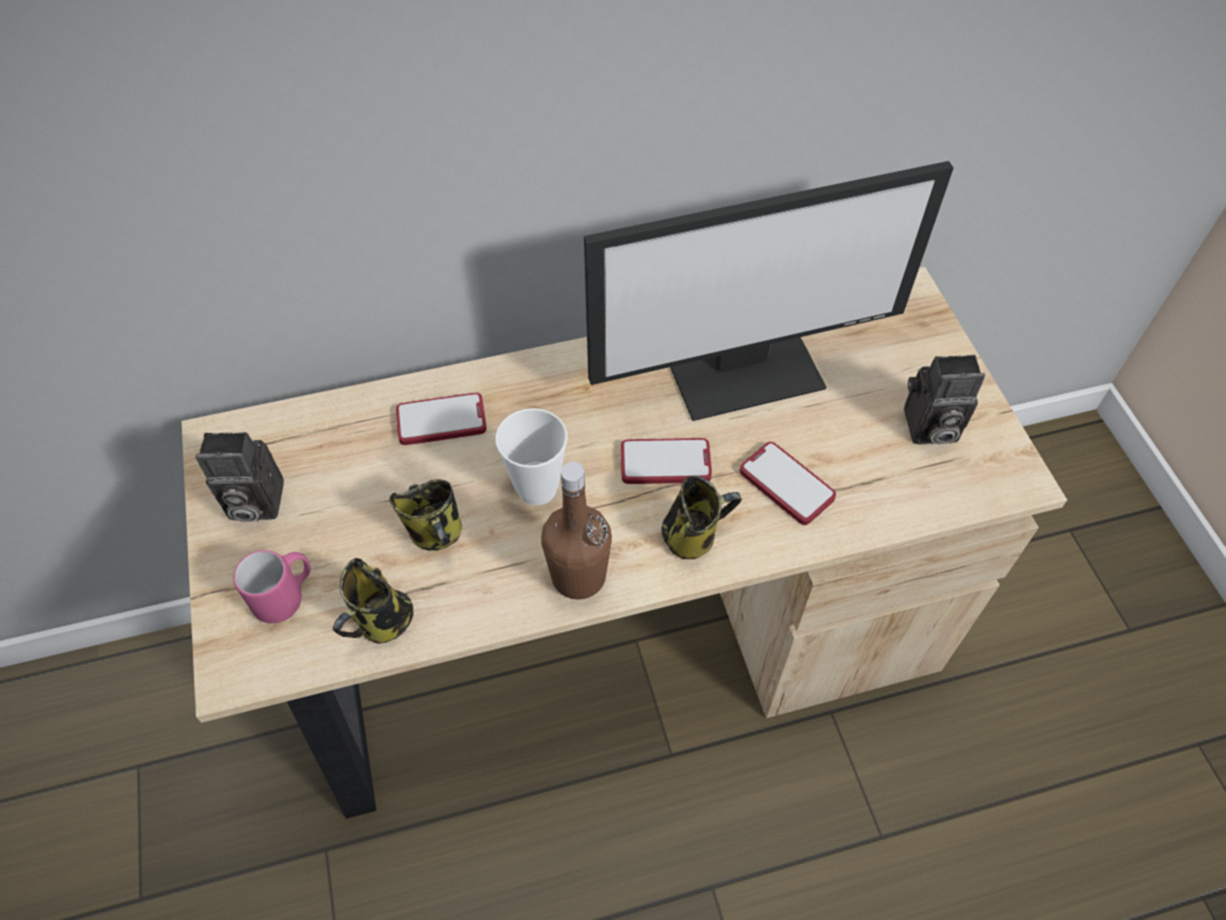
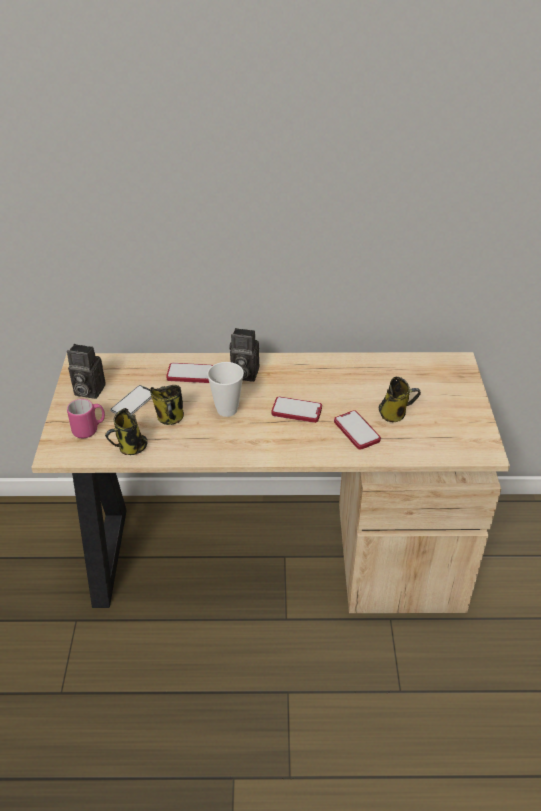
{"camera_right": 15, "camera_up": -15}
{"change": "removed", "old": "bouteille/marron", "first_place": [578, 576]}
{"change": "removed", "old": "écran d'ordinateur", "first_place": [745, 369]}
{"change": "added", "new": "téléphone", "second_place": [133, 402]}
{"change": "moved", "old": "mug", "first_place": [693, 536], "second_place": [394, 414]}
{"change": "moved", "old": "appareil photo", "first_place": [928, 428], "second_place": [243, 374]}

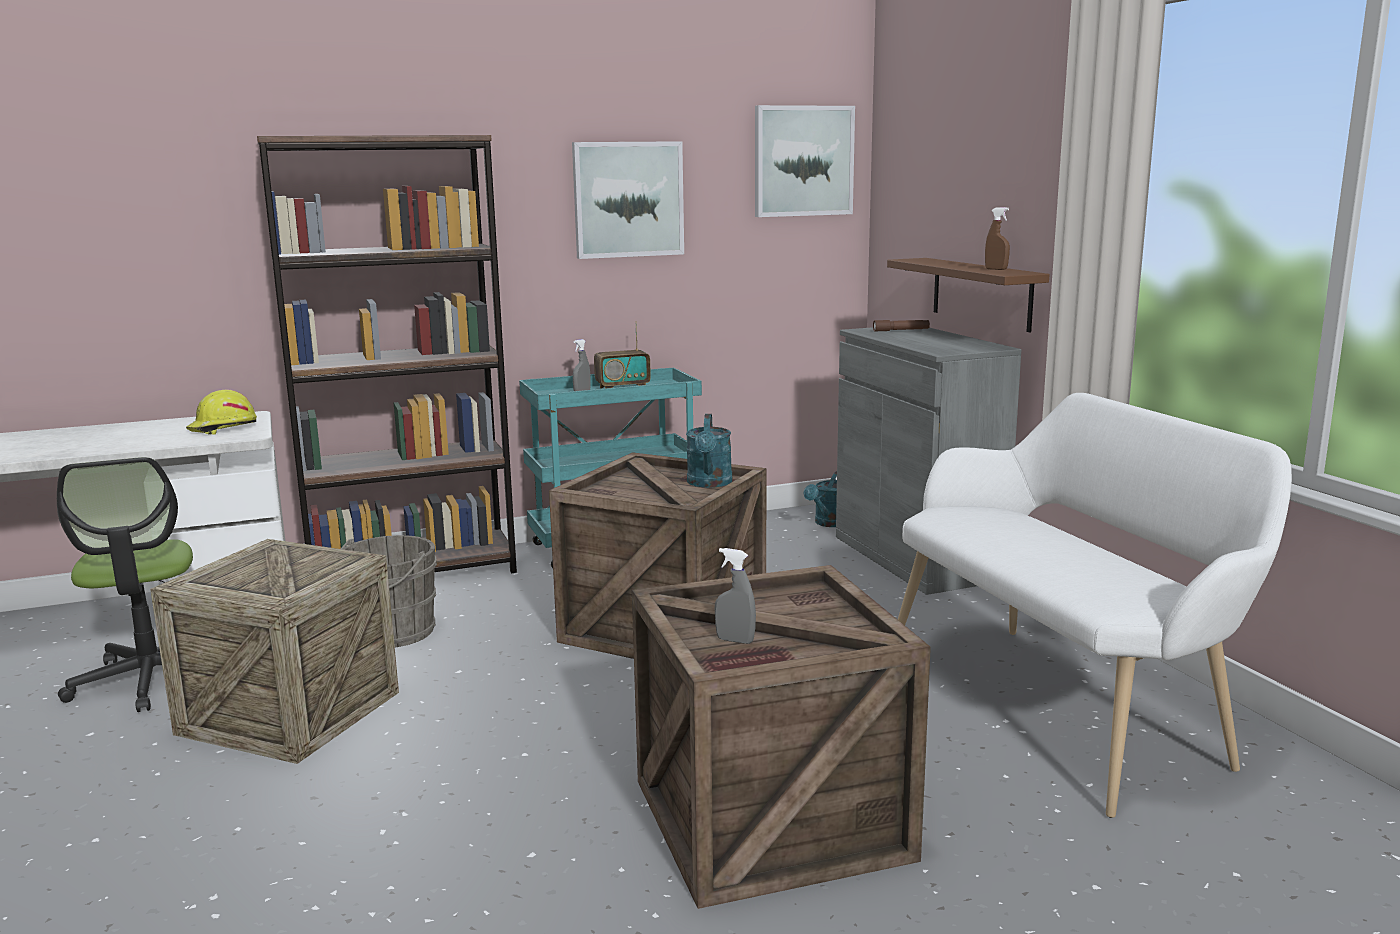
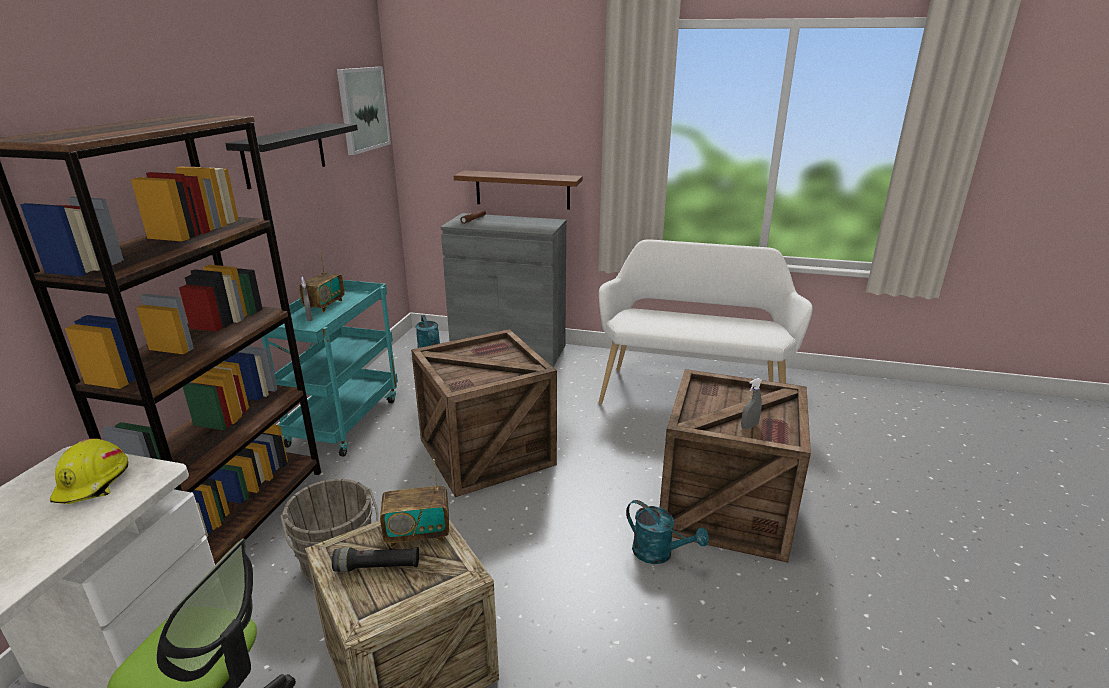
{"camera_right": -55, "camera_up": 10}
{"change": "removed", "old": "vaporisateur/marron", "first_place": [996, 269]}
{"change": "added", "new": "lampe de poche/noir", "second_place": [377, 567]}
{"change": "added", "new": "radio", "second_place": [418, 534]}
{"change": "moved", "old": "arrosoir/turquoise", "first_place": [709, 483], "second_place": [659, 553]}
{"change": "replaced", "old": "tableau", "new": "étagère/noir", "first_place": [628, 199], "second_place": [285, 154]}

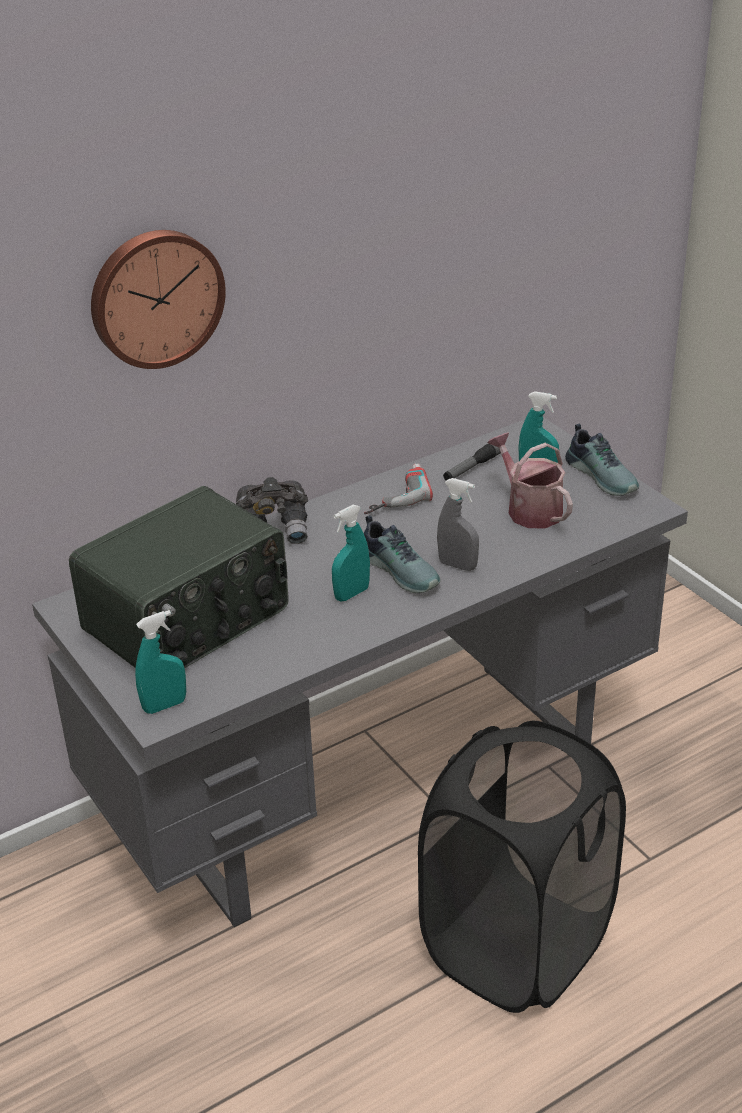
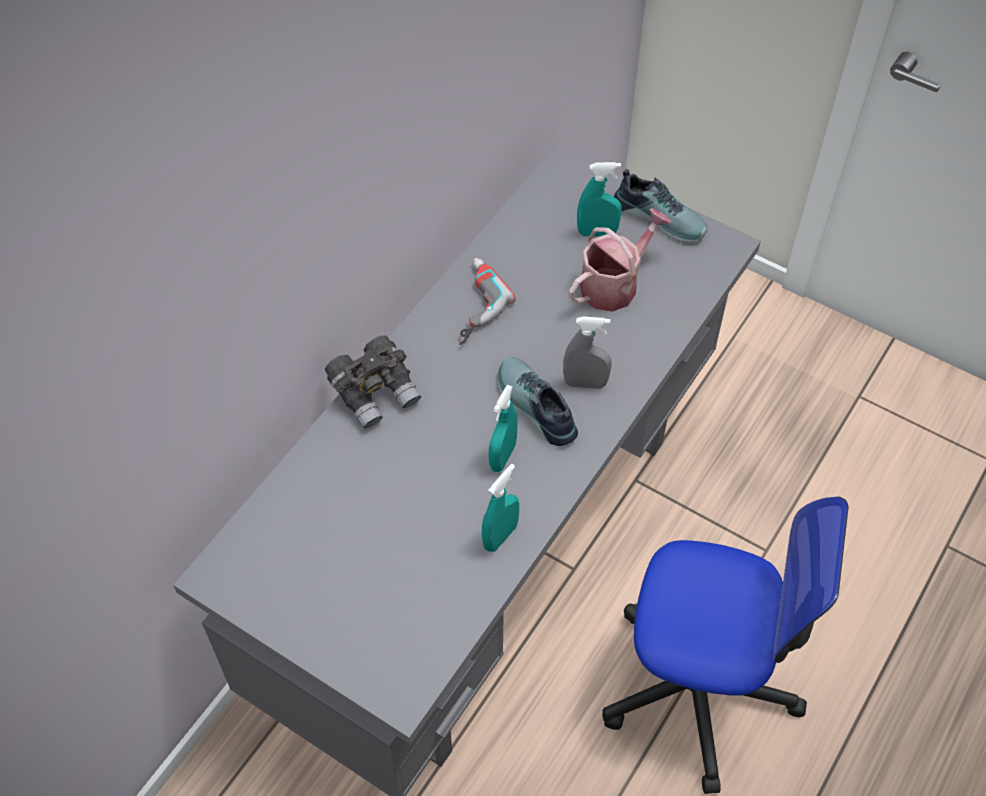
{"camera_right": -25, "camera_up": 20}
{"change": "removed", "old": "radio", "first_place": [188, 621]}
{"change": "removed", "old": "horloge murale", "first_place": [155, 297]}
{"change": "removed", "old": "lampe de poche", "first_place": [471, 468]}
{"change": "moved", "old": "vaporisateur/turquoise", "first_place": [164, 705], "second_place": [500, 536]}
{"change": "replaced", "old": "panier à linge/noir", "new": "chaise de bureau", "first_place": [517, 947], "second_place": [699, 687]}
{"change": "turned", "old": "chaussure", "first_place": [401, 570], "second_place": [534, 407], "degrees": -150}
{"change": "turned", "old": "arrosoir", "first_place": [529, 509], "second_place": [614, 284], "degrees": 105}

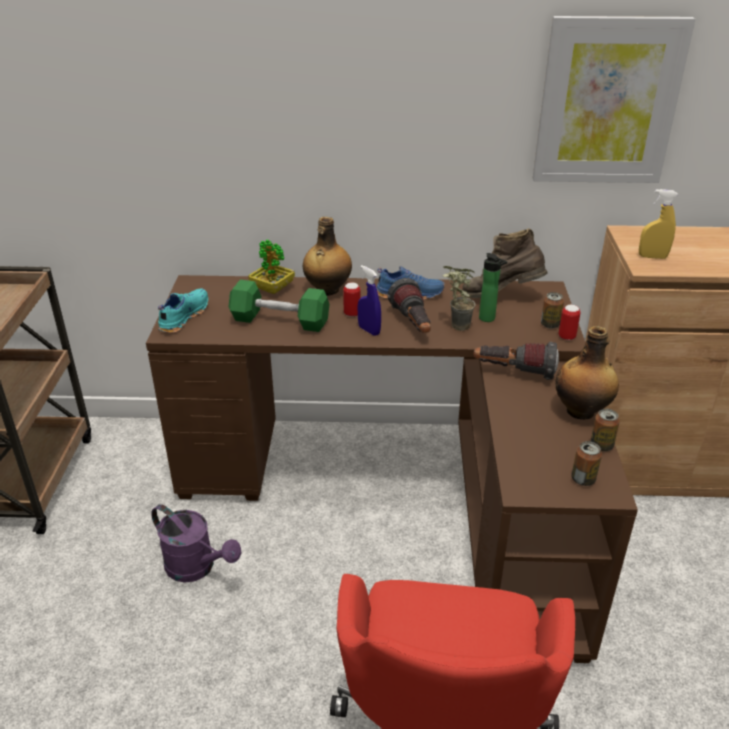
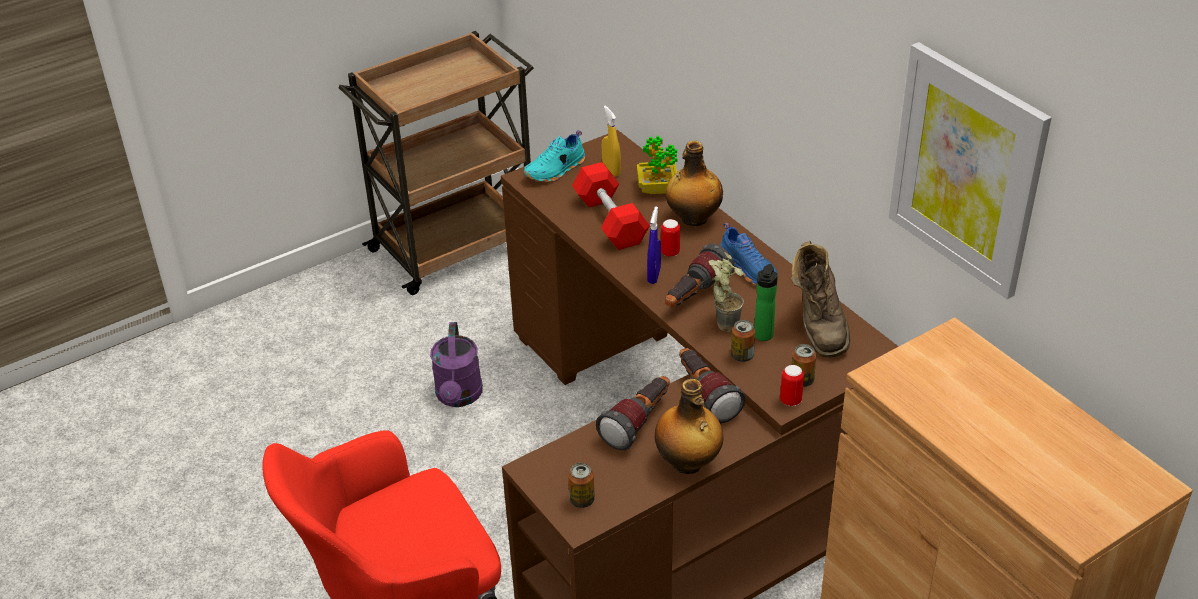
{"camera_right": 55, "camera_up": 5}
{"change": "added", "new": "lampe de poche", "second_place": [639, 423]}
{"change": "moved", "old": "boîte métallique", "first_place": [601, 445], "second_place": [742, 356]}
{"change": "moved", "old": "vaporisateur/jaune", "first_place": [652, 257], "second_place": [611, 170]}
{"change": "recoloured", "old": "haltère/vert", "new": "haltère/rouge", "first_place": [280, 321], "second_place": [610, 221]}
{"change": "turned", "old": "chaussure/turquoise", "first_place": [183, 317], "second_place": [556, 170], "degrees": 150}
{"change": "turned", "old": "botte/marron", "first_place": [501, 296], "second_place": [819, 327], "degrees": -150}

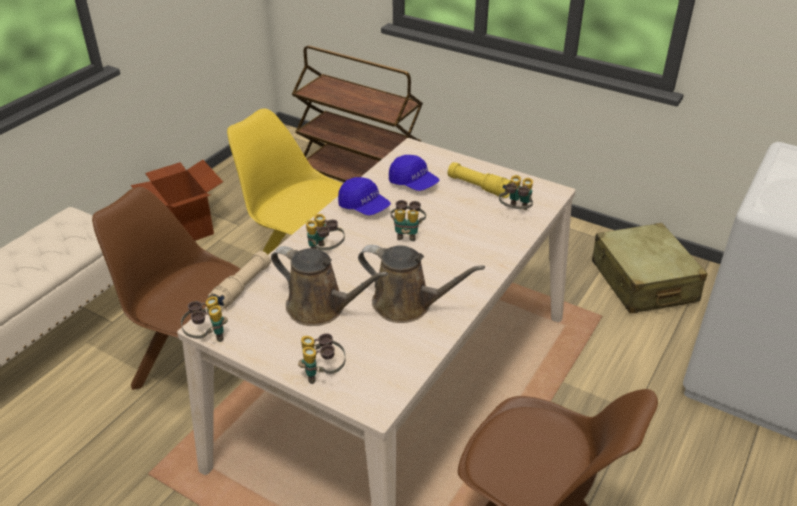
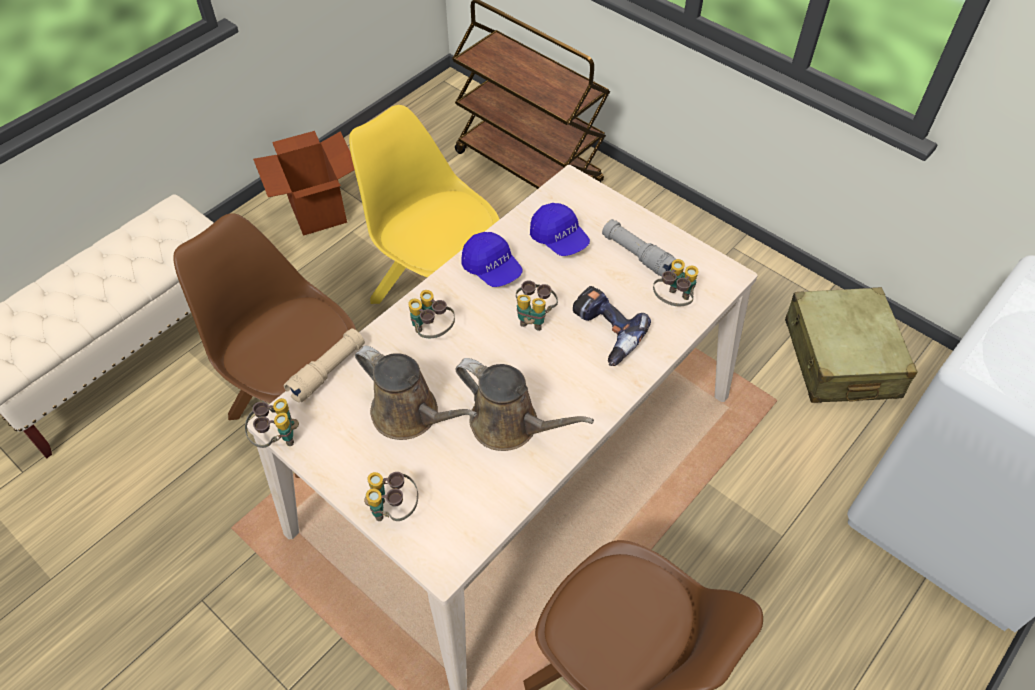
{"camera_right": 10, "camera_up": 15}
{"change": "added", "new": "perceuse", "second_place": [604, 333]}
{"change": "recoloured", "old": "lampe de poche/jaune", "new": "lampe de poche/gris", "first_place": [478, 187], "second_place": [637, 255]}

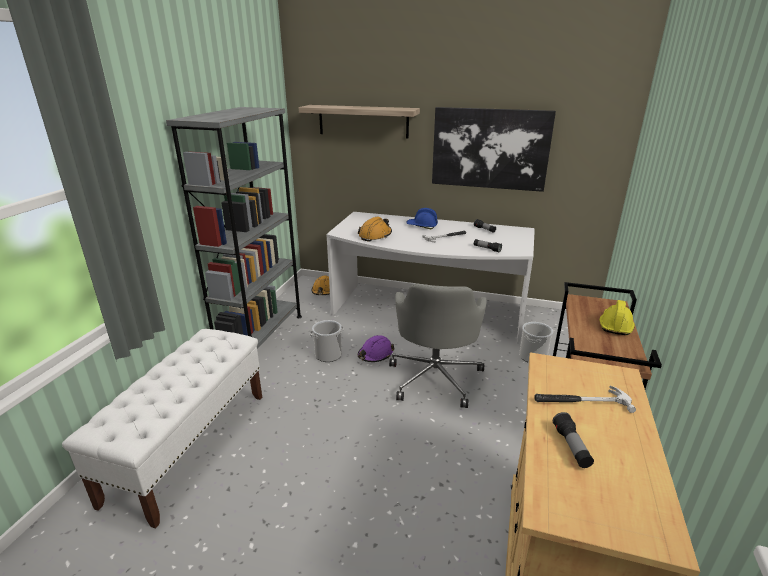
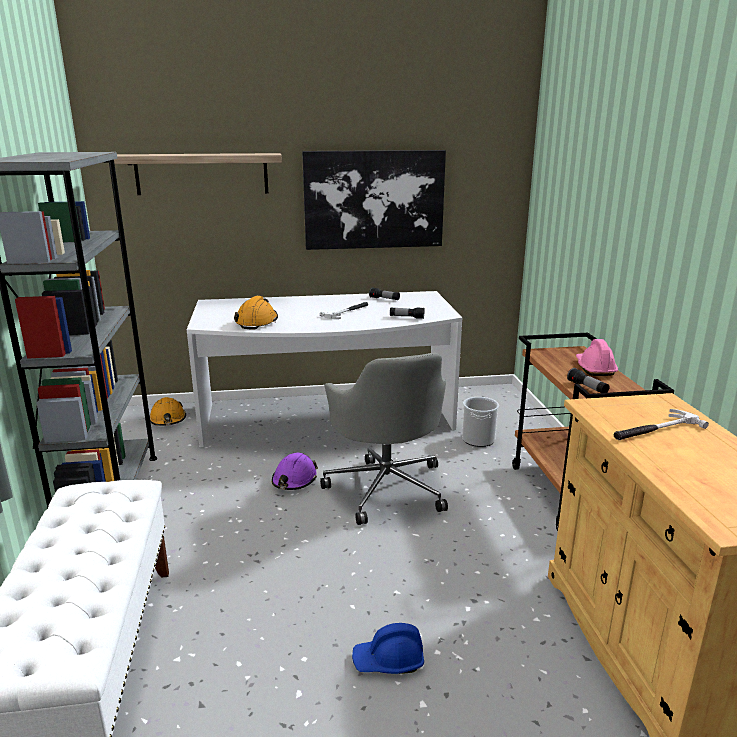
{"camera_right": -25, "camera_up": -5}
{"change": "removed", "old": "seau", "first_place": [328, 355]}
{"change": "moved", "old": "casque de chantier/bleu", "first_place": [422, 226], "second_place": [388, 661]}
{"change": "moved", "old": "lampe de poche", "first_place": [571, 447], "second_place": [587, 388]}
{"change": "recoloured", "old": "casque de chantier/jaune", "new": "casque de chantier/rose", "first_place": [615, 325], "second_place": [594, 368]}

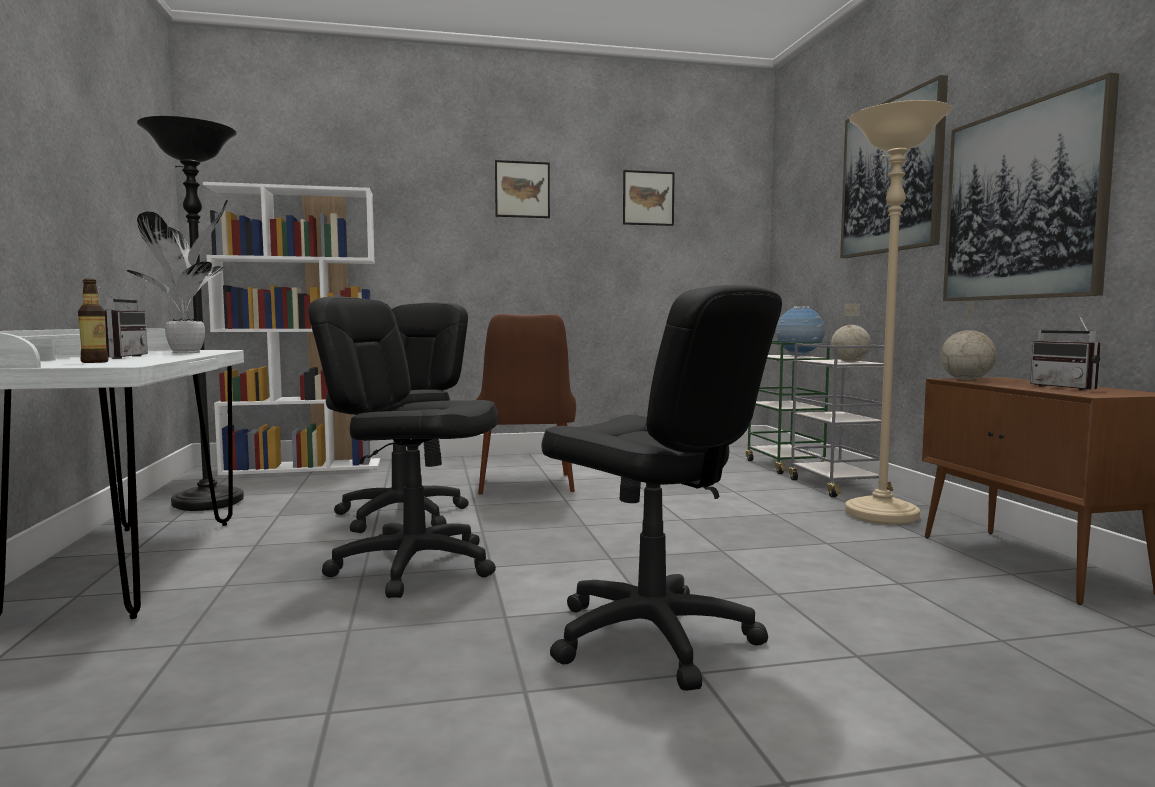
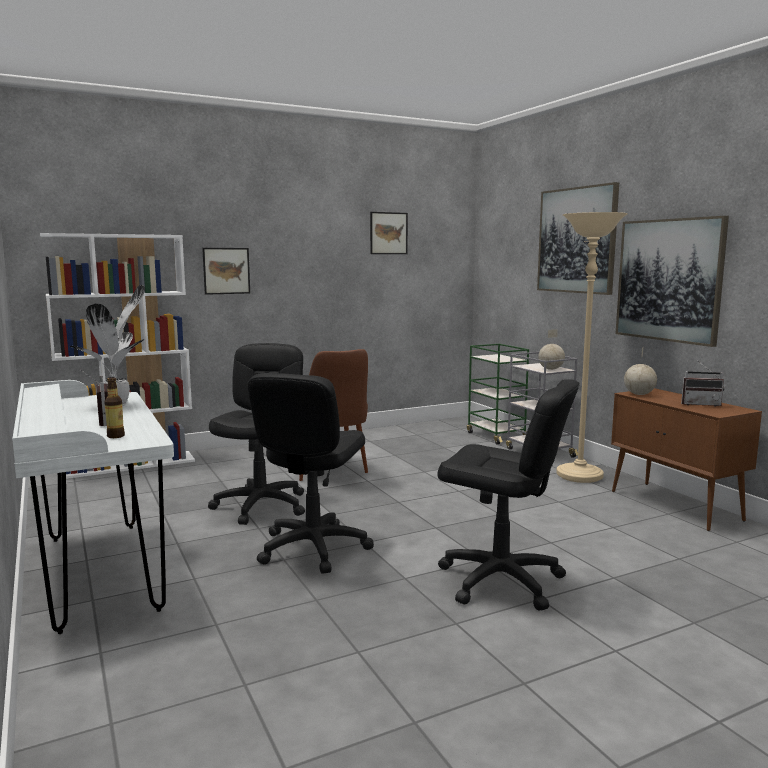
{"camera_right": -15, "camera_up": 5}
{"change": "removed", "old": "lampadaire/noir", "first_place": [208, 503]}
{"change": "removed", "old": "globe", "first_place": [799, 356]}
{"change": "moved", "old": "tableau", "first_place": [522, 189], "second_place": [226, 271]}
{"change": "turned", "old": "chaise de bureau/noir", "first_place": [414, 566], "second_place": [312, 548], "degrees": -75}
{"change": "turned", "old": "radio", "first_place": [1068, 388], "second_place": [700, 404], "degrees": -45}

